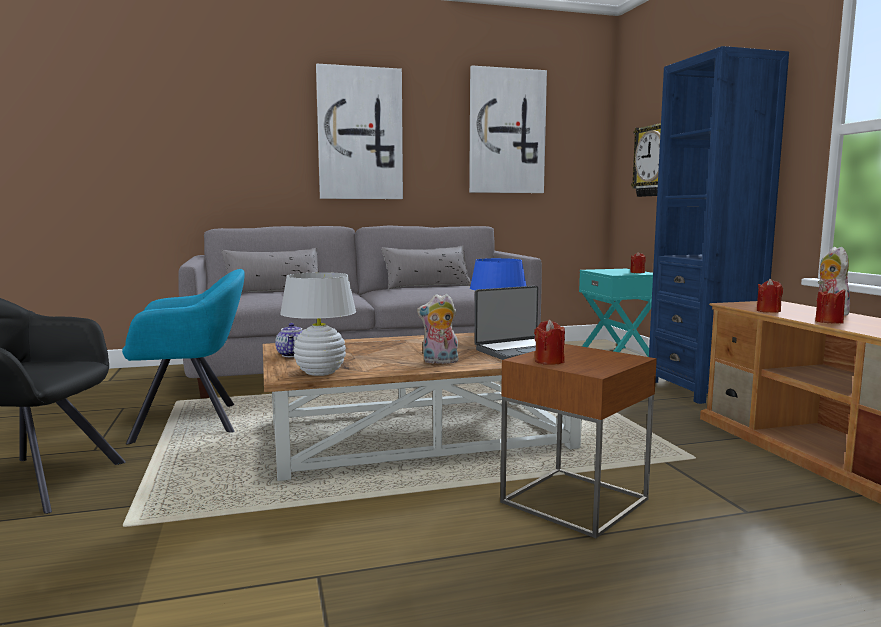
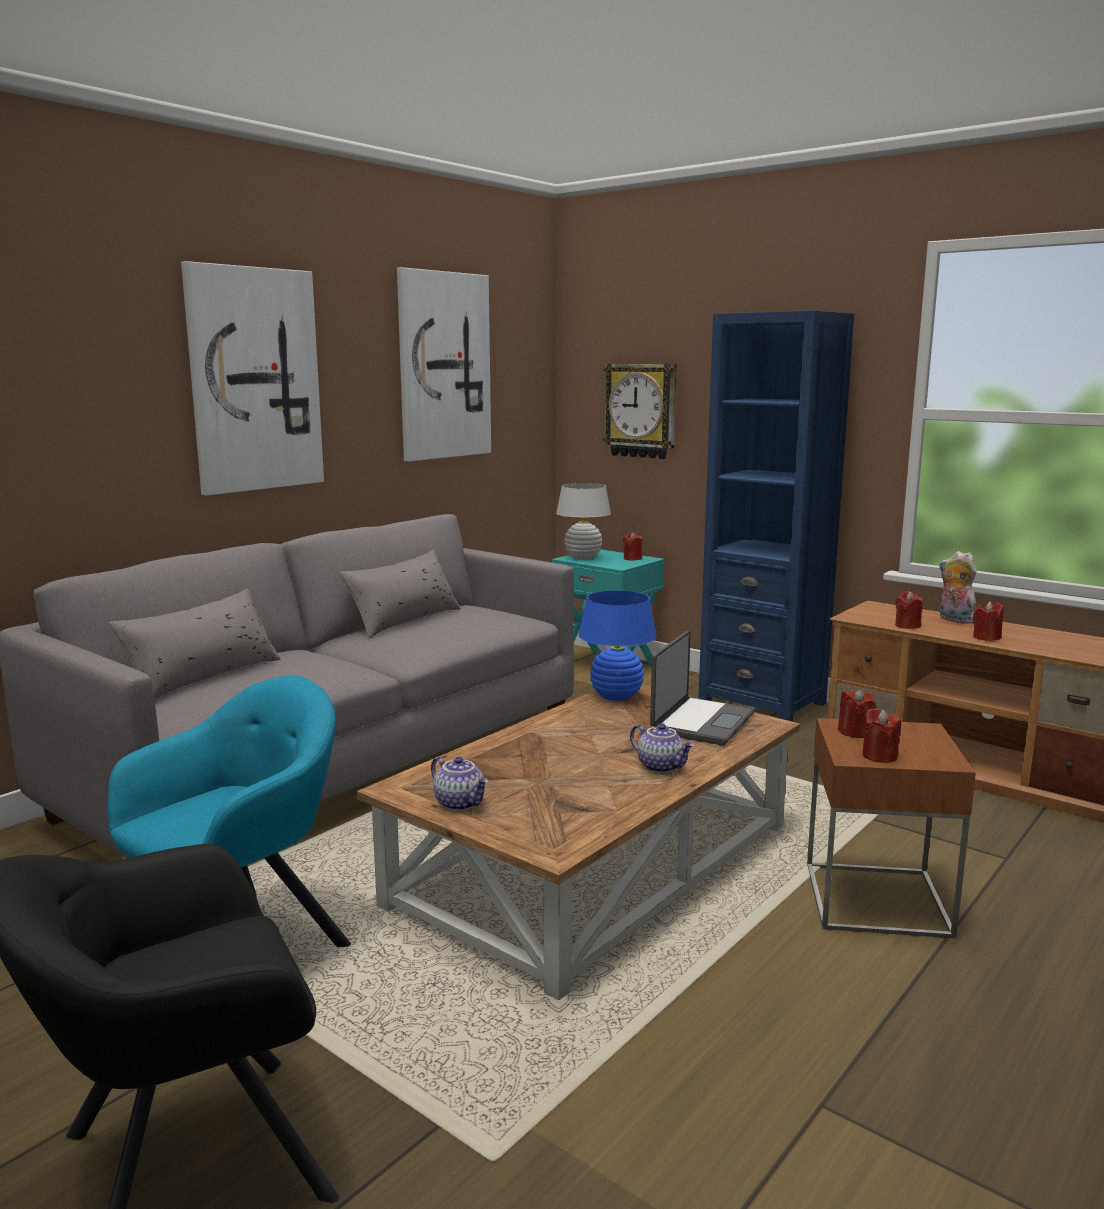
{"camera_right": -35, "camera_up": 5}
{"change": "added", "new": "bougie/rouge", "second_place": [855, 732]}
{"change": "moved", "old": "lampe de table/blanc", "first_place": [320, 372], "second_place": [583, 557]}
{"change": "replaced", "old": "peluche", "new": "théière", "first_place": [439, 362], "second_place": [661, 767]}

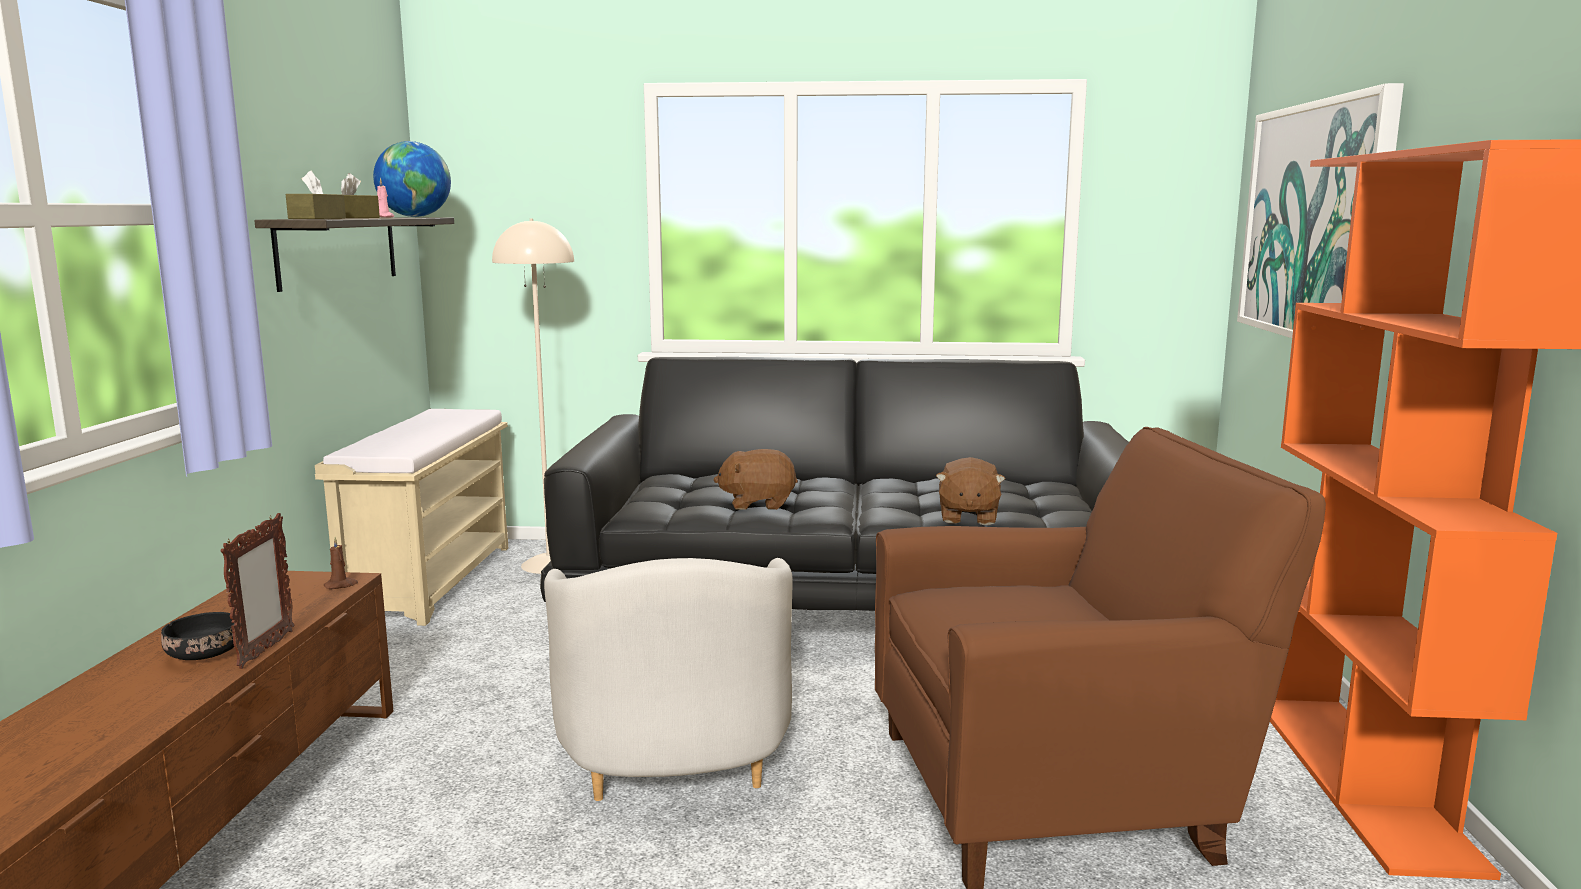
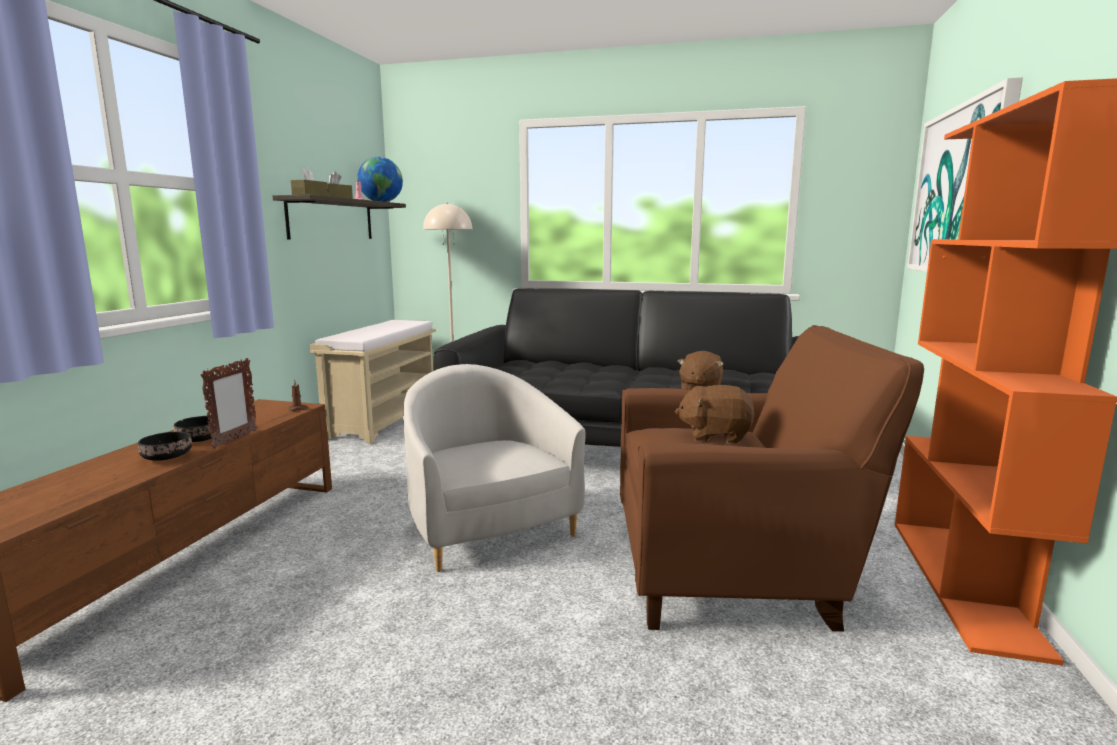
{"camera_right": 10, "camera_up": 0}
{"change": "added", "new": "bol/noir", "second_place": [167, 457]}
{"change": "moved", "old": "peluche/marron", "first_place": [758, 503], "second_place": [715, 435]}
{"change": "turned", "old": "fauteuil/blanc", "first_place": [675, 756], "second_place": [487, 527], "degrees": 150}

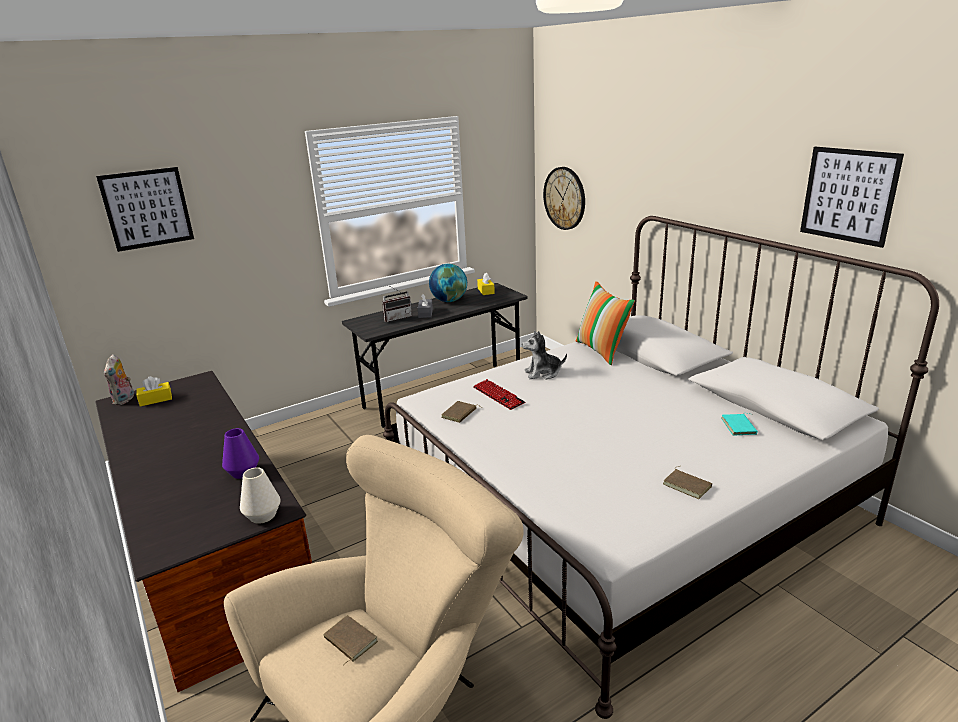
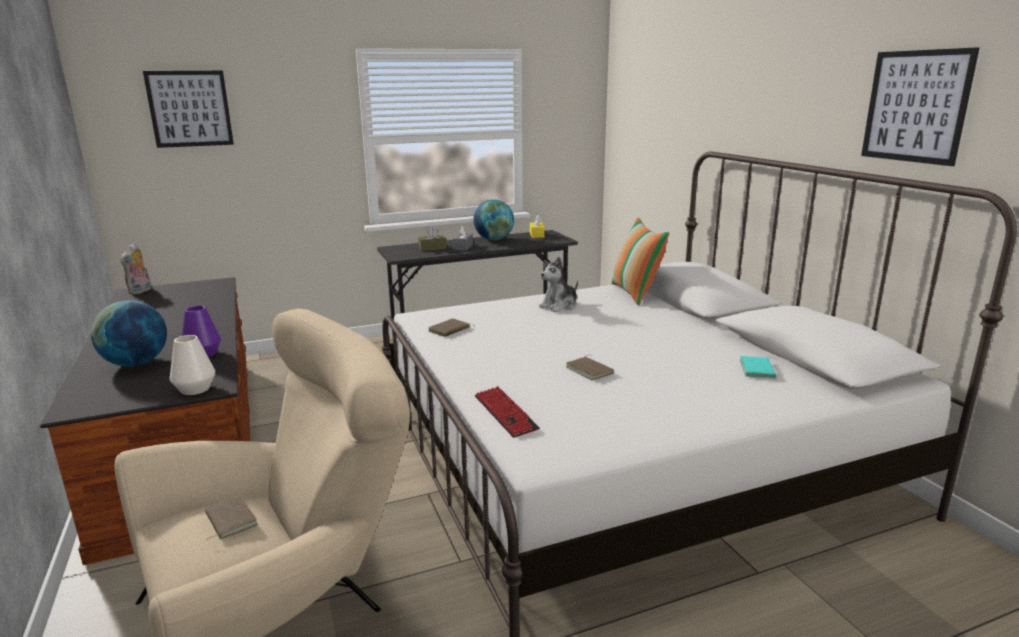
{"camera_right": 10, "camera_up": -5}
{"change": "removed", "old": "boîte à mouchoirs/jaune", "first_place": [156, 399]}
{"change": "removed", "old": "horloge murale", "first_place": [564, 198]}
{"change": "added", "new": "globe", "second_place": [136, 363]}
{"change": "moved", "old": "clavier", "first_place": [498, 395], "second_place": [505, 413]}
{"change": "moved", "old": "livre/marron", "first_place": [688, 485], "second_place": [590, 370]}
{"change": "replaced", "old": "radio", "new": "boîte à mouchoirs/marron", "first_place": [397, 318], "second_place": [432, 248]}
{"change": "turned", "old": "peluche", "first_place": [543, 373], "second_place": [559, 306], "degrees": -45}

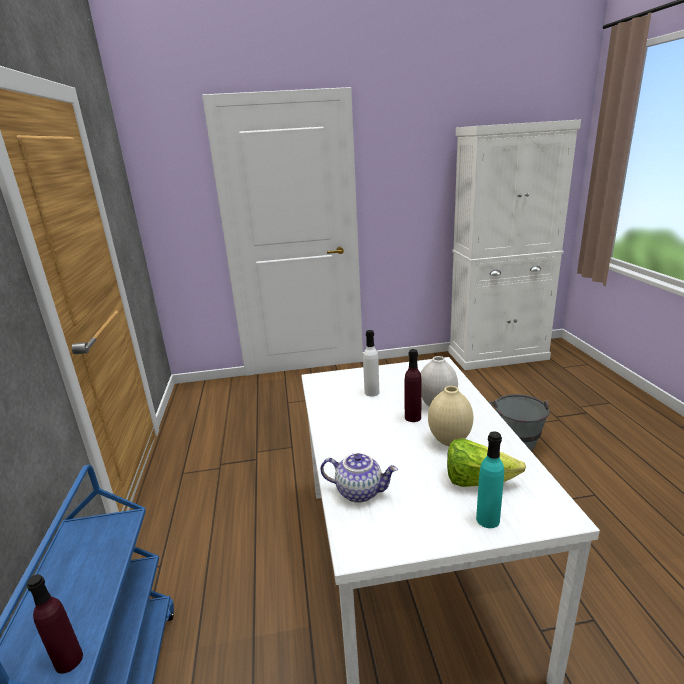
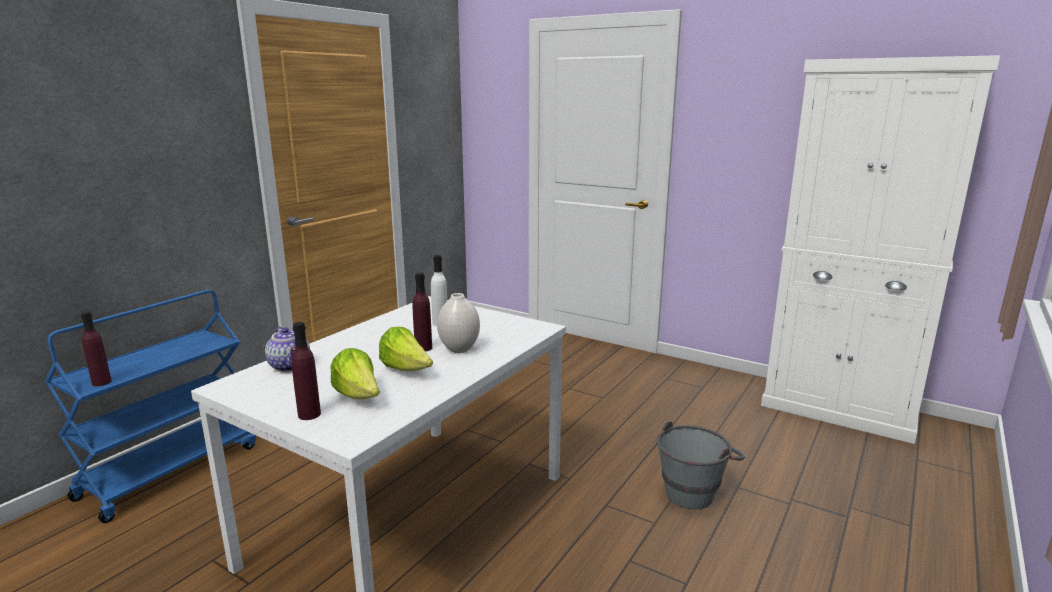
{"camera_right": 40, "camera_up": -5}
{"change": "replaced", "old": "vase/beige", "new": "laitue", "first_place": [448, 440], "second_place": [406, 370]}
{"change": "recoloured", "old": "bouteille/turquoise", "new": "bouteille/violet", "first_place": [487, 519], "second_place": [309, 414]}

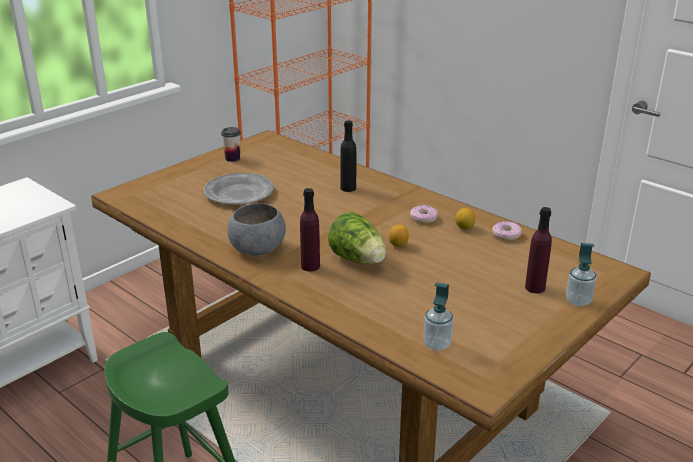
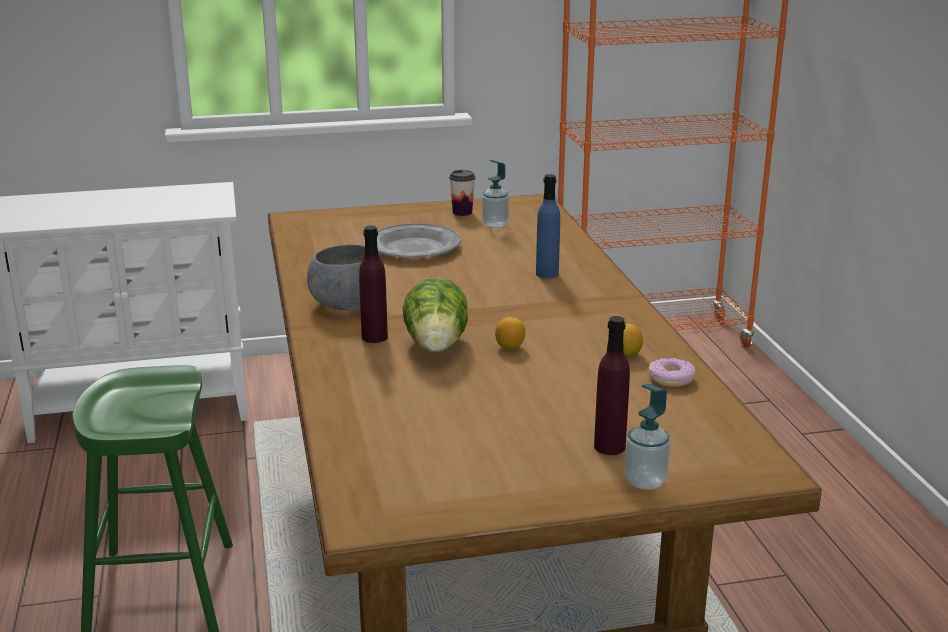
{"camera_right": 35, "camera_up": -5}
{"change": "removed", "old": "beignet", "first_place": [423, 218]}
{"change": "moved", "old": "distributeur de savon", "first_place": [437, 344], "second_place": [495, 224]}
{"change": "recoloured", "old": "bouteille/noir", "new": "bouteille/bleu", "first_place": [348, 188], "second_place": [547, 274]}

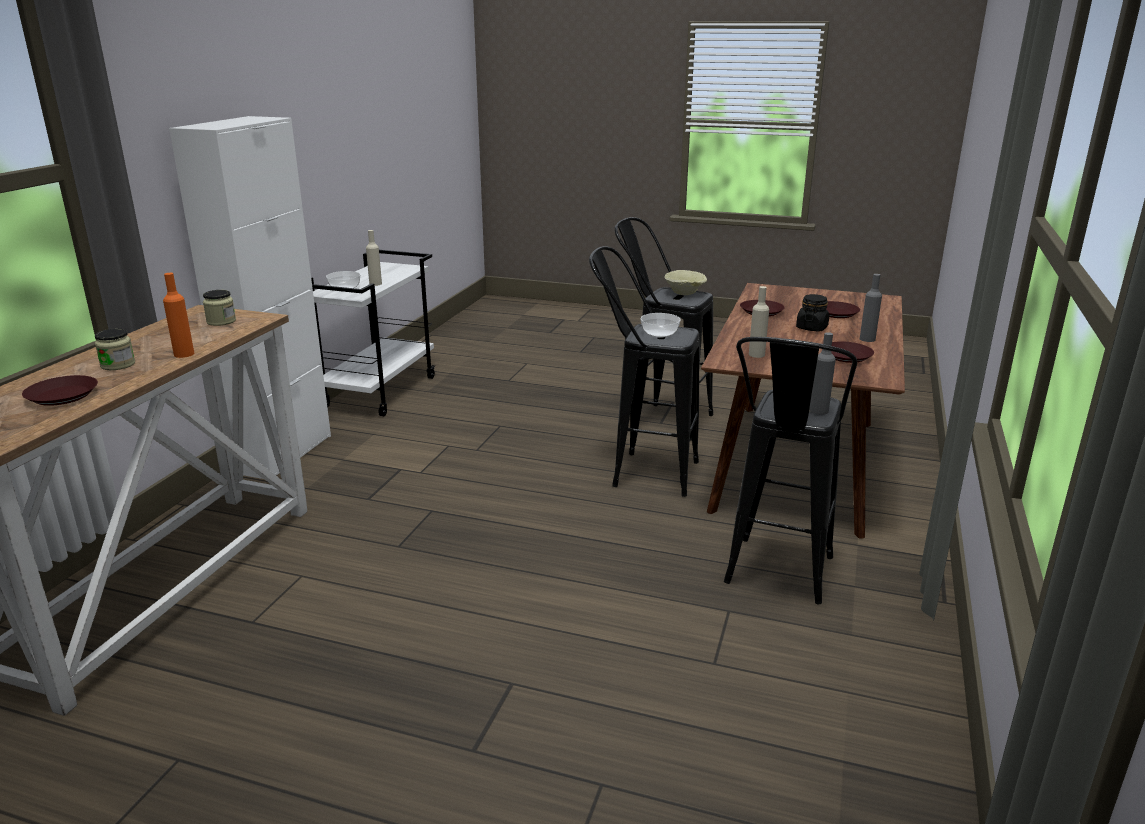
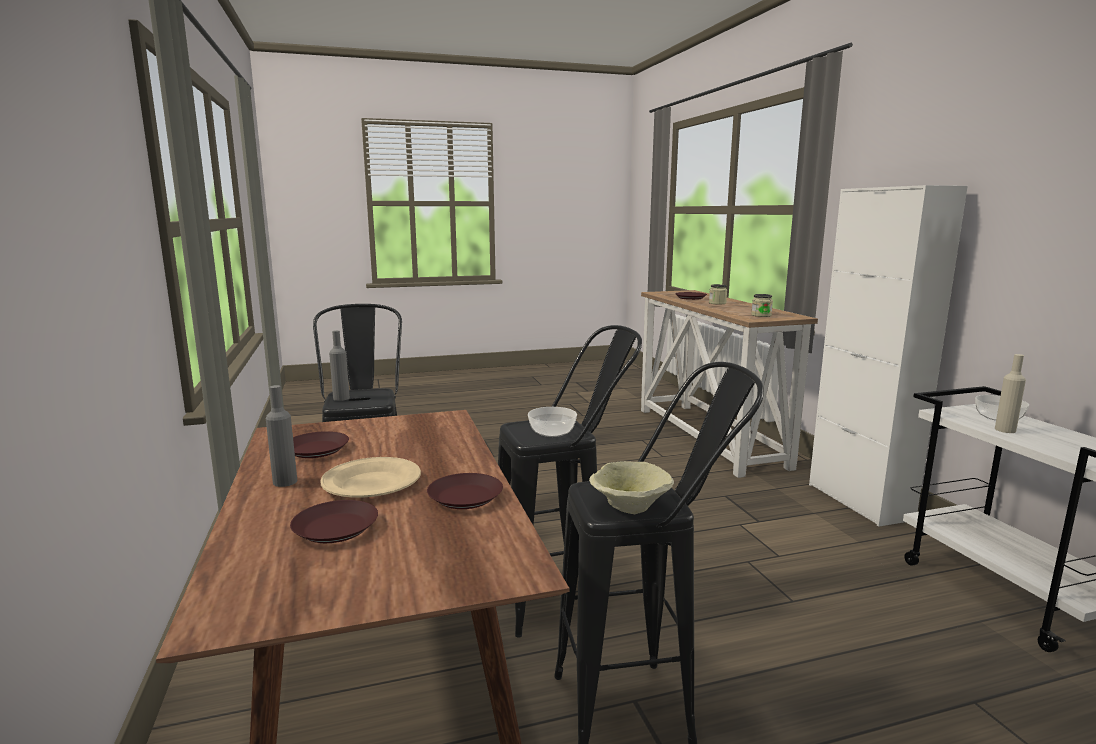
{"camera_right": 145, "camera_up": -10}
{"change": "removed", "old": "bouteille/orange", "first_place": [184, 354]}
{"change": "removed", "old": "bouteille/beige", "first_place": [756, 354]}
{"change": "replaced", "old": "bocal/noir", "new": "assiette/beige", "first_place": [811, 328], "second_place": [371, 483]}

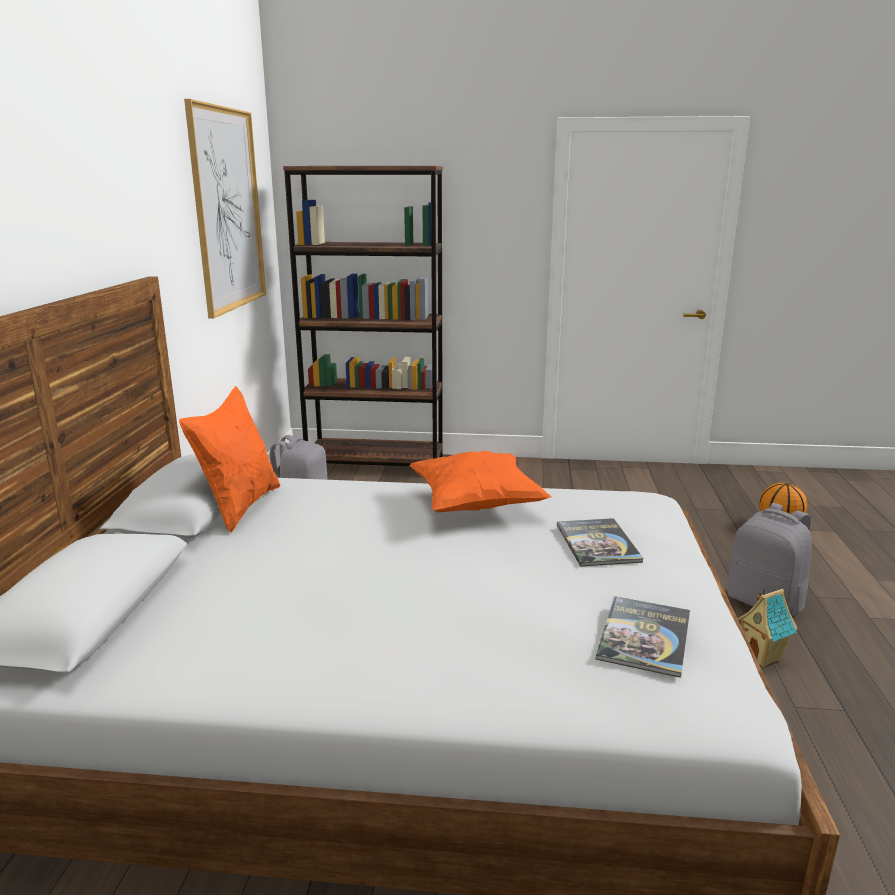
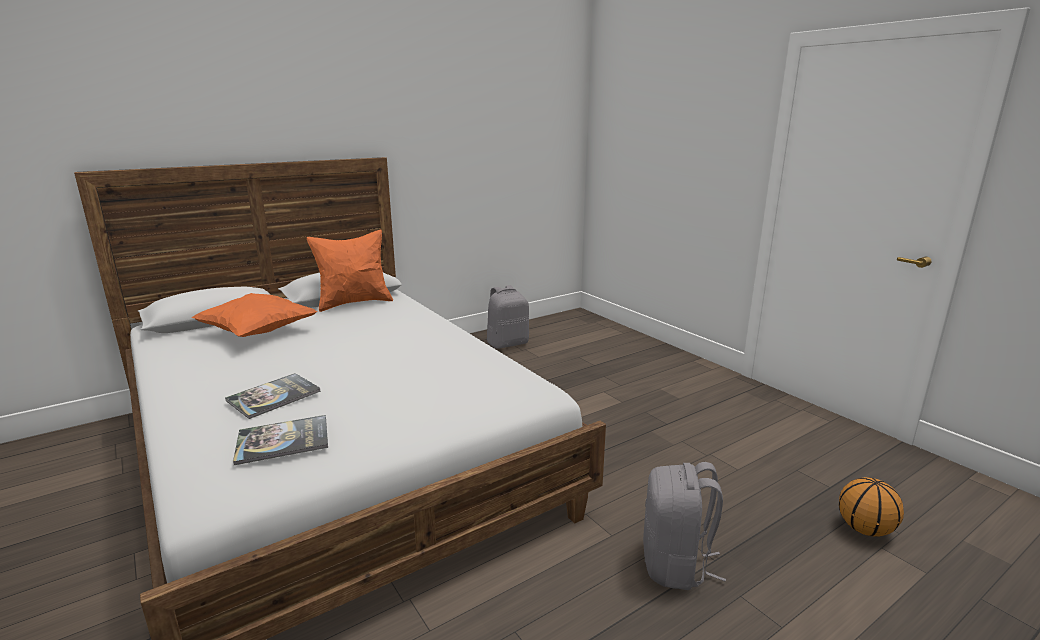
{"camera_right": 50, "camera_up": 0}
{"change": "removed", "old": "tableau", "first_place": [228, 210]}
{"change": "removed", "old": "bibliothèque/marron", "first_place": [376, 462]}
{"change": "removed", "old": "maison miniature", "first_place": [762, 657]}
{"change": "moved", "old": "coussin/orange", "first_place": [476, 505], "second_place": [258, 333]}
{"change": "moved", "old": "livre", "first_place": [597, 543], "second_place": [274, 396]}

